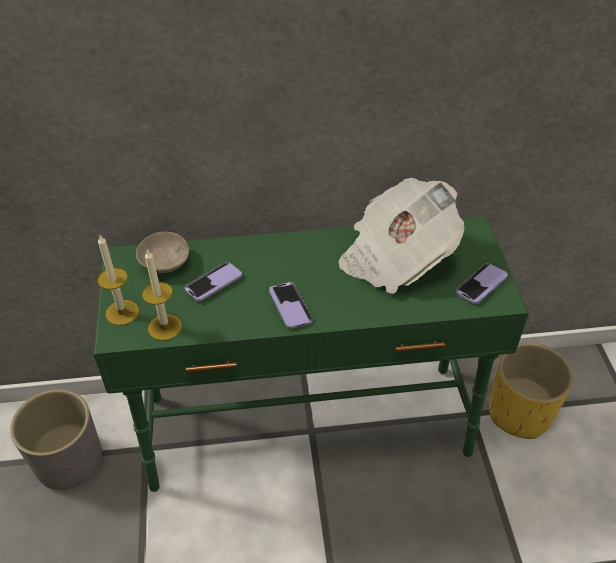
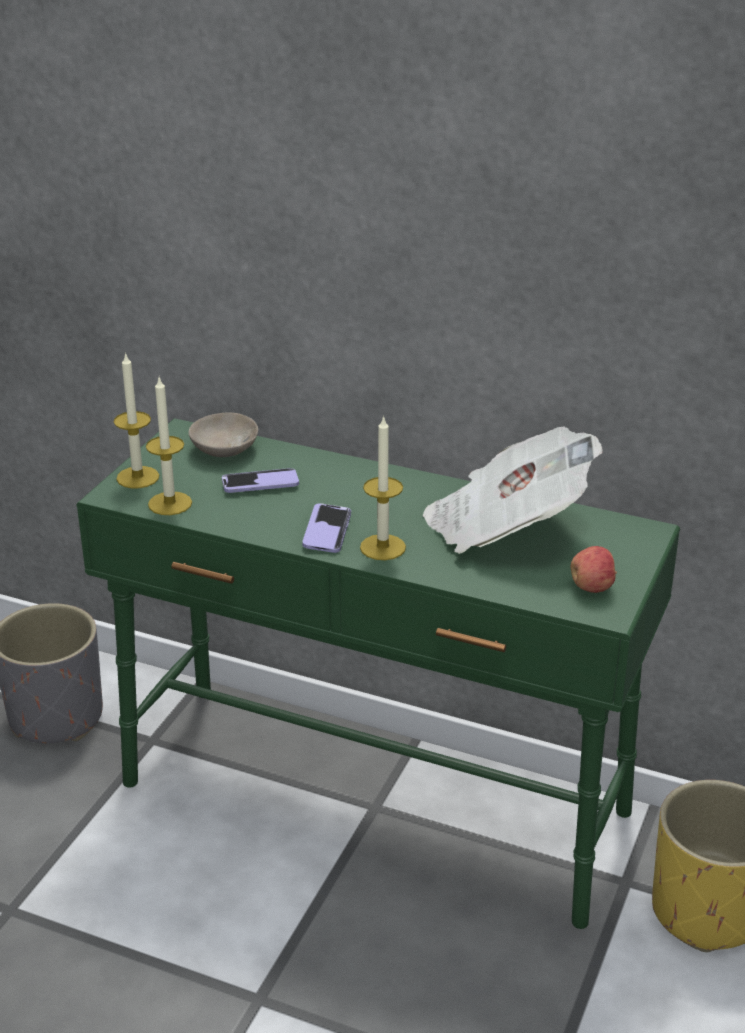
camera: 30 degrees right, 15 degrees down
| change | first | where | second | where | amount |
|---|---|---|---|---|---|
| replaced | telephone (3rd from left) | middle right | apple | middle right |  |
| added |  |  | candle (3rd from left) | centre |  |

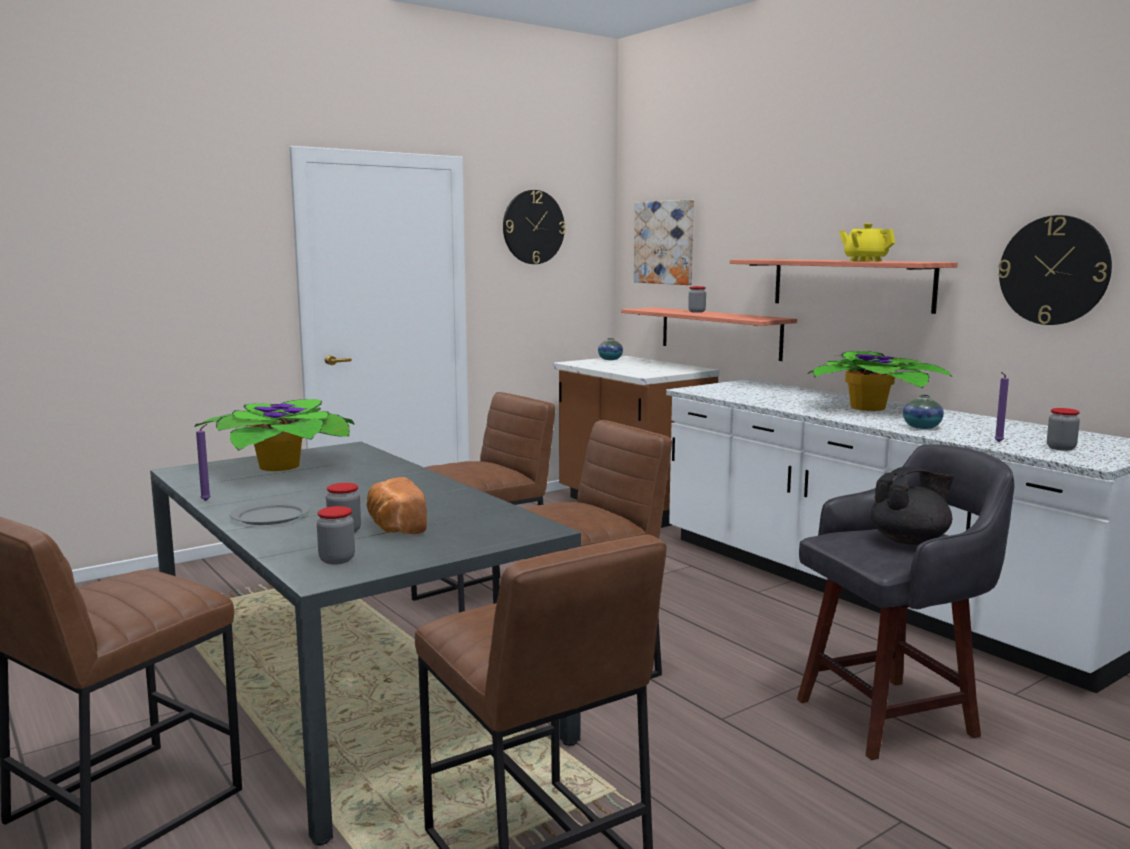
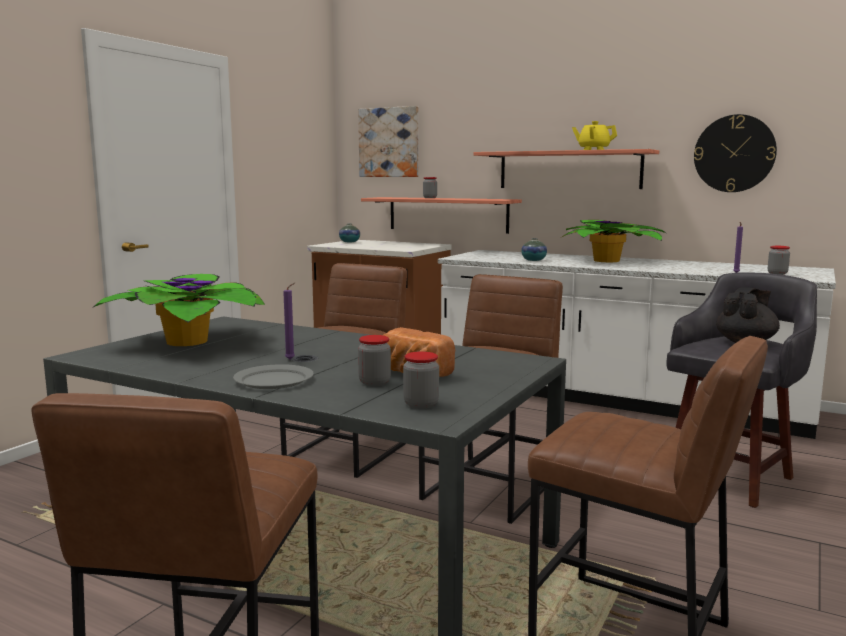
camera: 25 degrees left, 0 degrees up
| change | first | where | second | where | amount |
|---|---|---|---|---|---|
| removed | wall clock (1st from left) | top centre |  |  |  |
| moved | flower vase (2nd from left) | middle right |  | centre |  |
| moved | candle (purple) (1st from left) | middle left |  | centre |  |

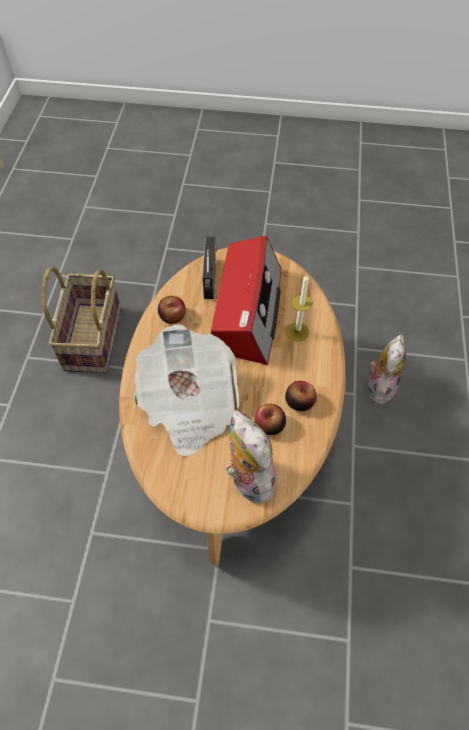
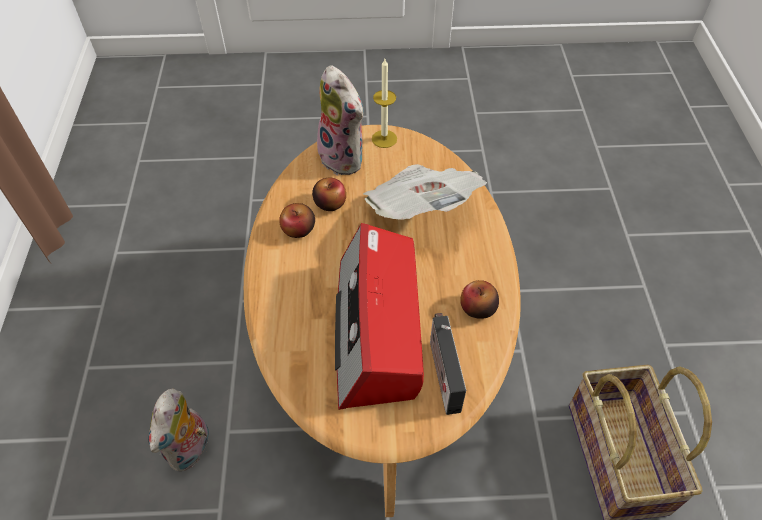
camera: 170 degrees right, 5 degrees down
| change | first | where | second | where | amount |
|---|---|---|---|---|---|
| moved | candle | centre |  | top centre |  |

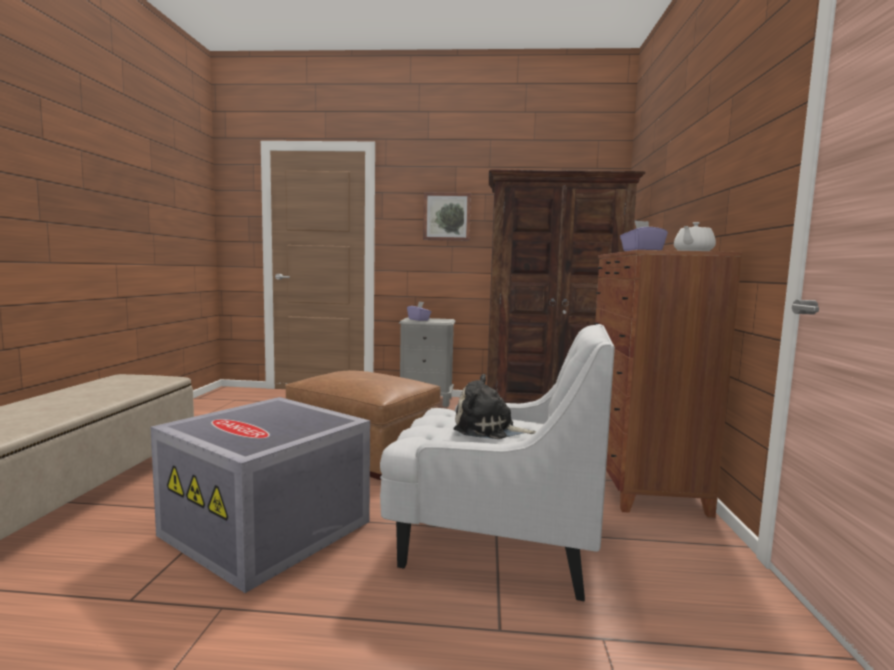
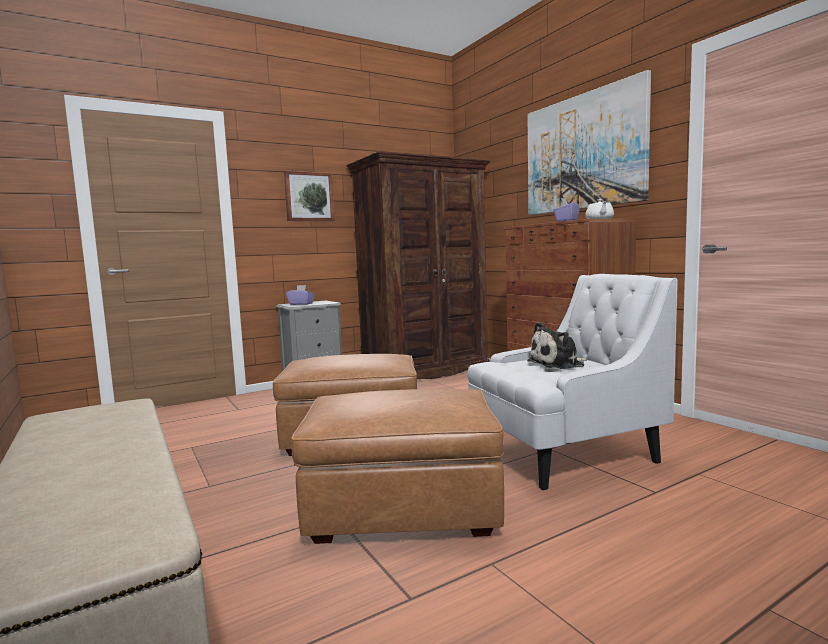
camera: 35 degrees left, 0 degrees up
| change | first | where | second | where | amount |
|---|---|---|---|---|---|
| replaced | storage bin (grey) | bottom left | pouffe (brown) (2nd from left) | bottom centre |  |
| added |  |  | wall picture (2nd from left) | top right |  |

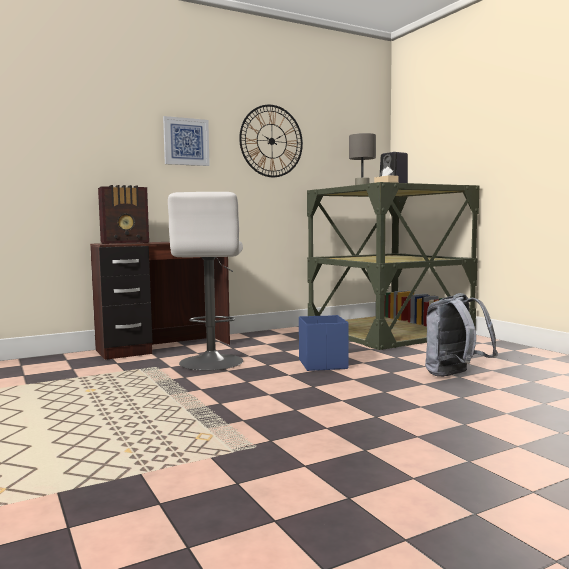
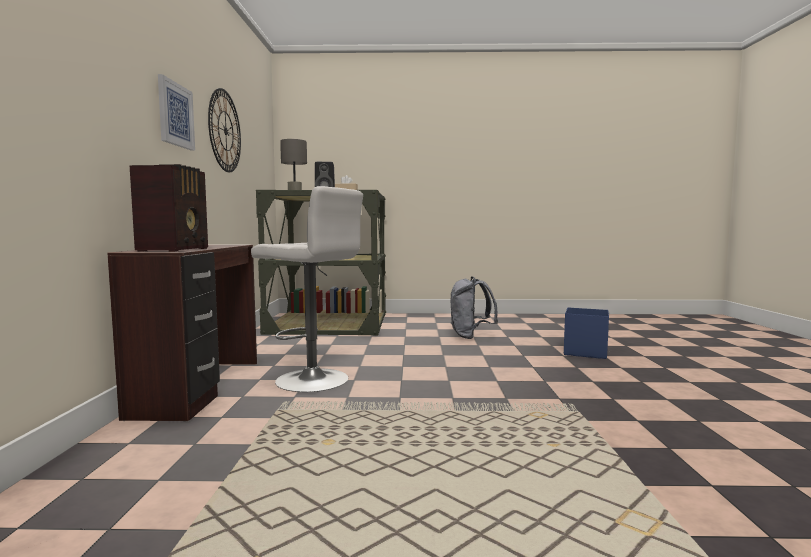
camera: 60 degrees left, 0 degrees up
| change | first | where | second | where | amount |
|---|---|---|---|---|---|
| moved | storage bin (bluish) | centre |  | middle right |  |

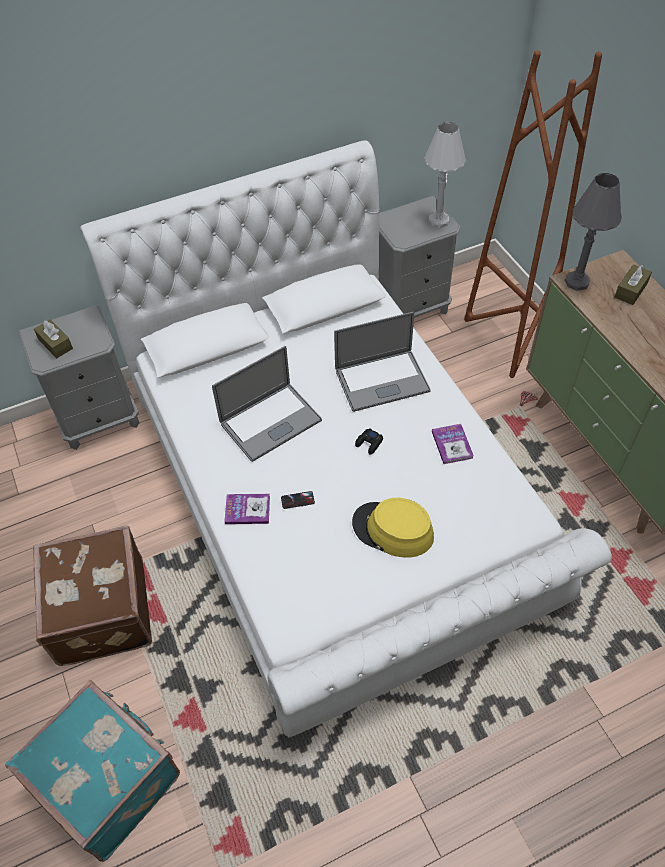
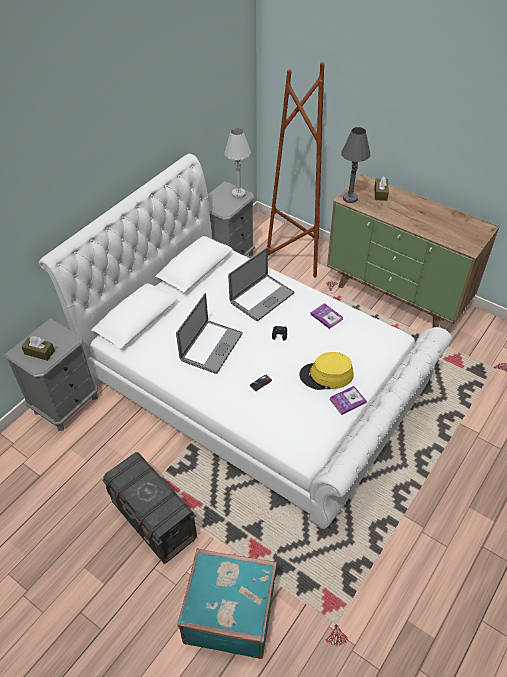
camera: 30 degrees left, 5 degrees down
| change | first | where | second | where | amount |
|---|---|---|---|---|---|
| moved | bound book (1st from left in the first image) | centre | bound book (2nd from left) | middle right |  |
| replaced | piece of luggage (brown) | bottom left | storage bin (grey) | bottom left |  |

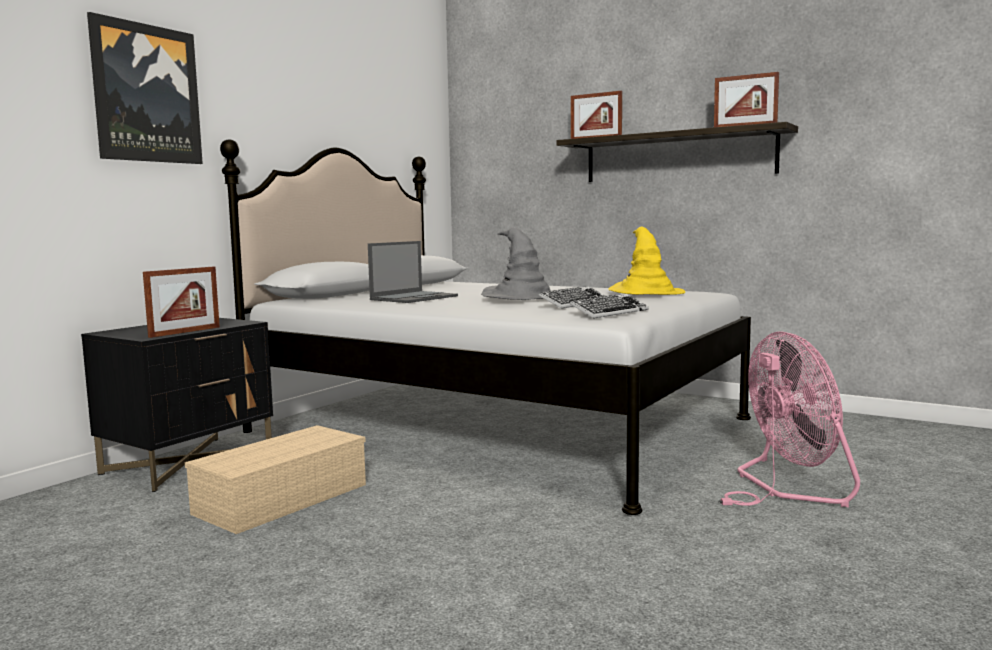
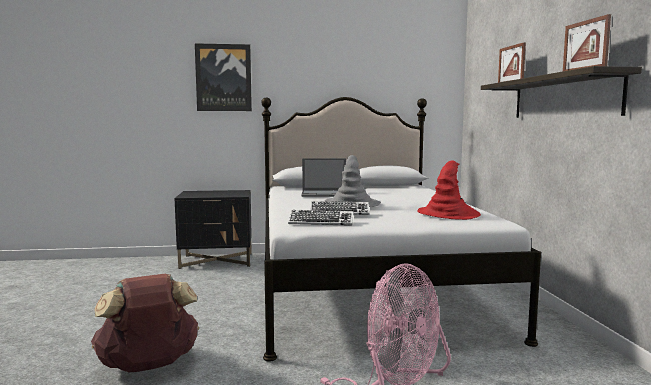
camera: 50 degrees right, 0 degrees up
| change | first | where | second | where | amount |
|---|---|---|---|---|---|
| recoloured | wearable hat (yellow) | centre | wearable hat (red-coloured) | middle right |  |
| removed | picture frame (1st from left) | middle left |  |  |  |
| removed | storage bin (beige) | bottom left |  |  |  |
| added |  |  | backpack (brown) | bottom left |  |

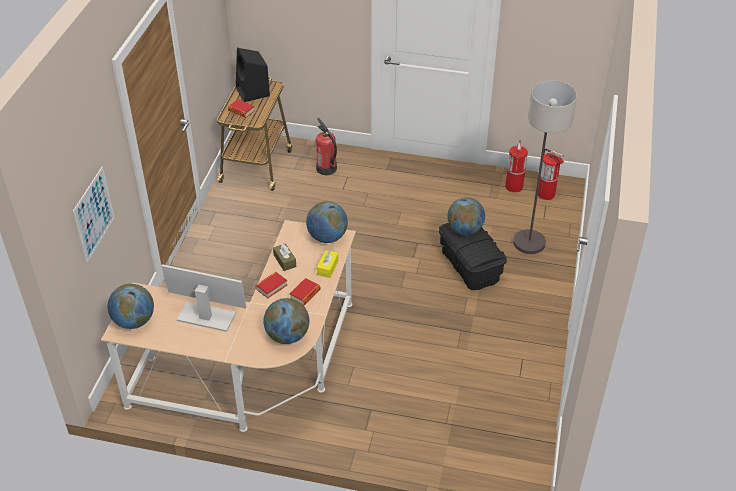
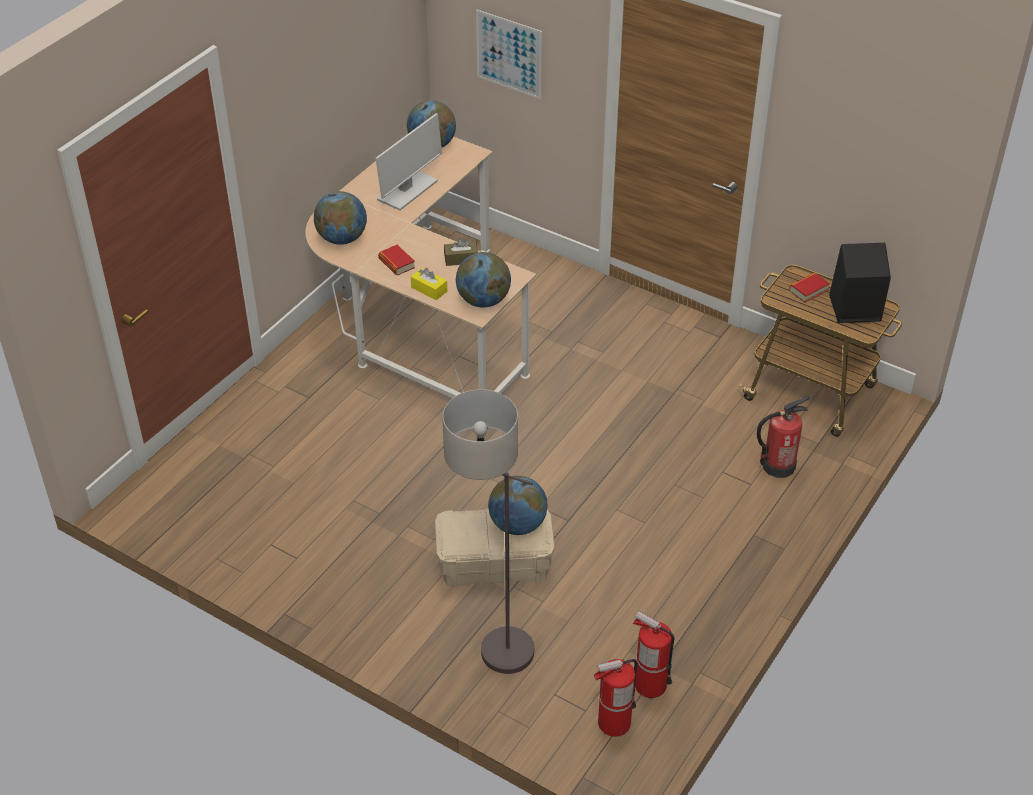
camera: 110 degrees right, 0 degrees up
| change | first | where | second | where | amount |
|---|---|---|---|---|---|
| recoloured | storage bin (black-coloured) | centre | storage bin (beige) | bottom centre |  |
| removed | bound book (2nd from left) | centre |  |  |  |

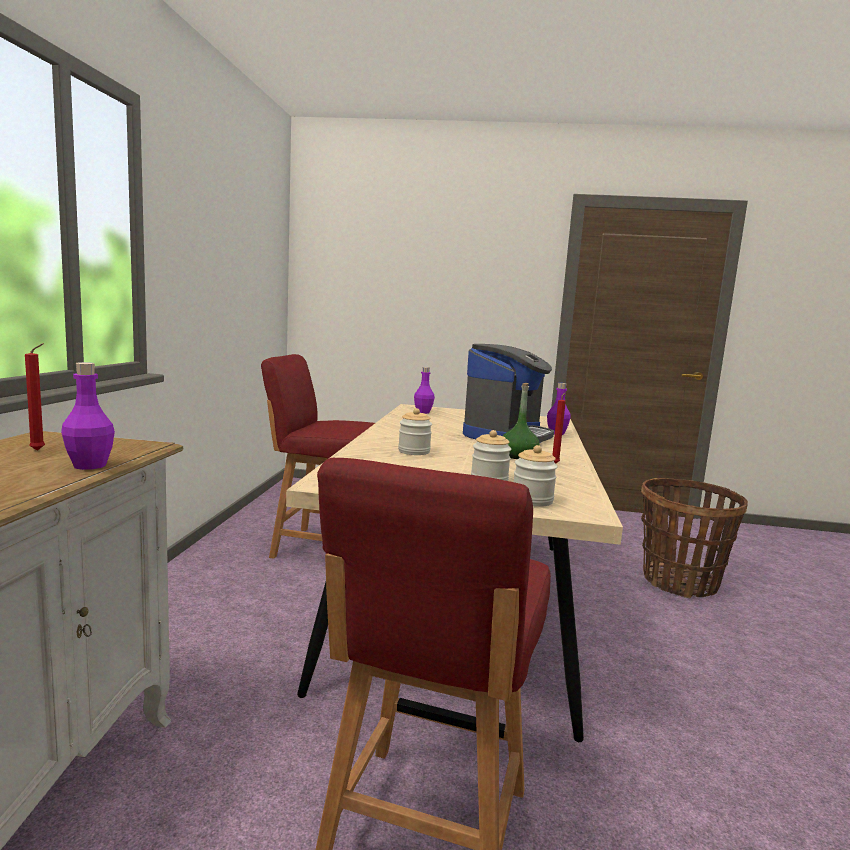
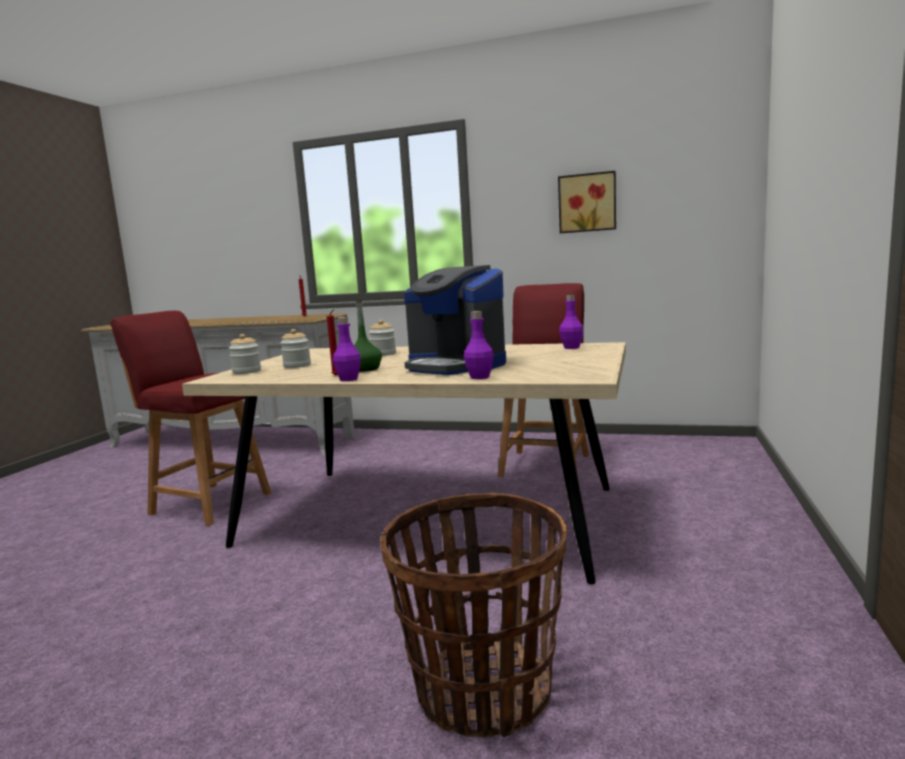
camera: 100 degrees right, 0 degrees up
| change | first | where | second | where | amount |
|---|---|---|---|---|---|
| moved | beverage bottle (purple) (1st from left) | middle left |  | centre |  |
| added |  |  | wall picture | top centre |  |

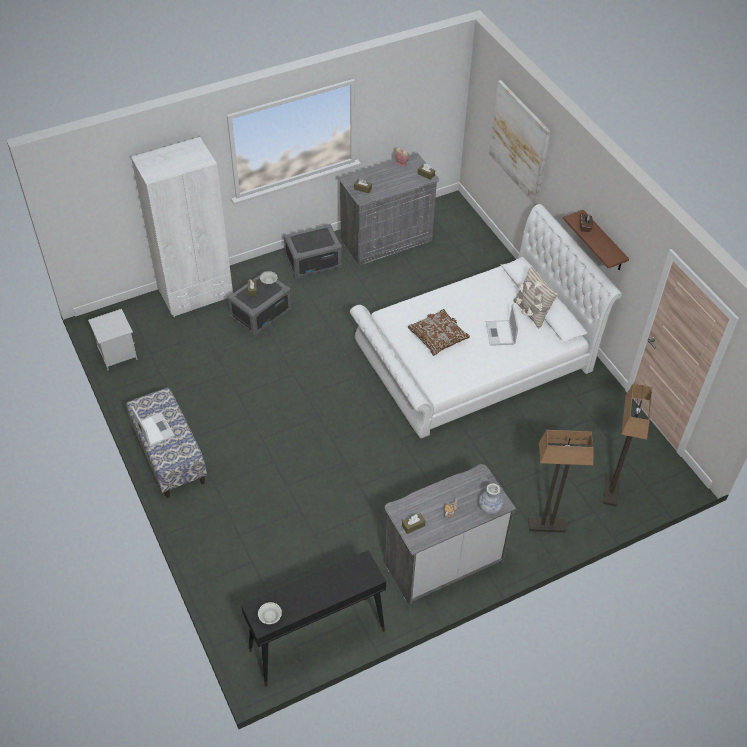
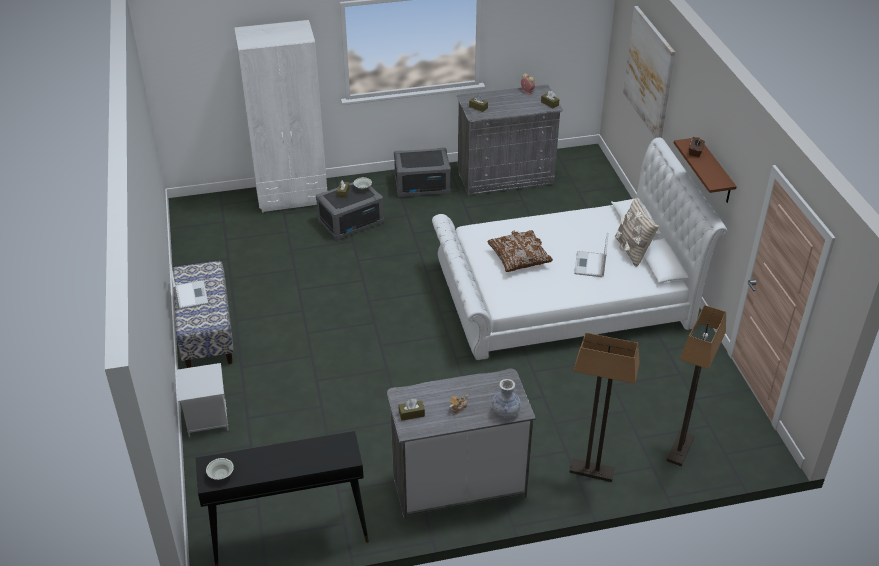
camera: 15 degrees right, 10 degrees down
| change | first | where | second | where | amount |
|---|---|---|---|---|---|
| moved | nightstand (grey) | middle left |  | bottom left |  |

